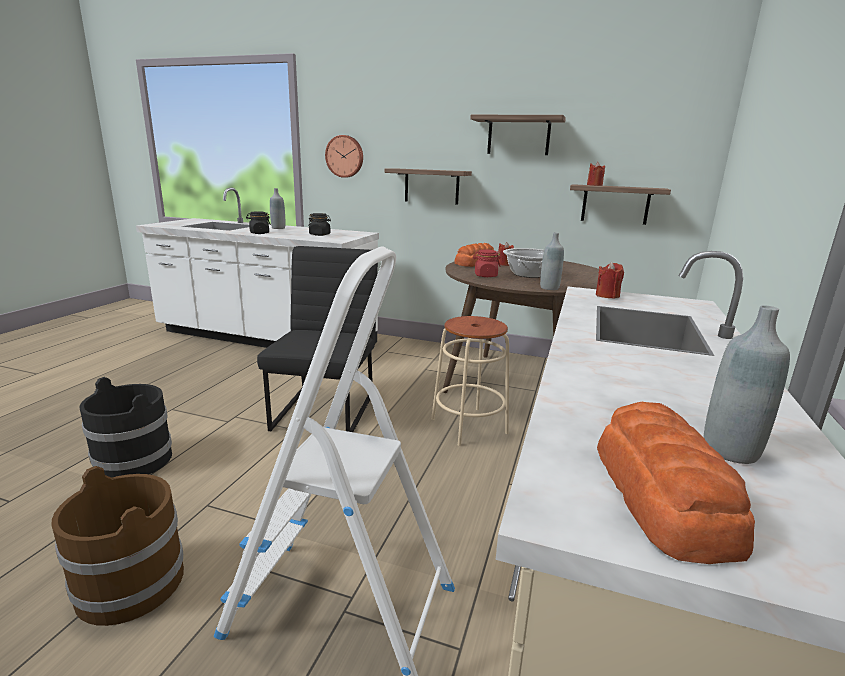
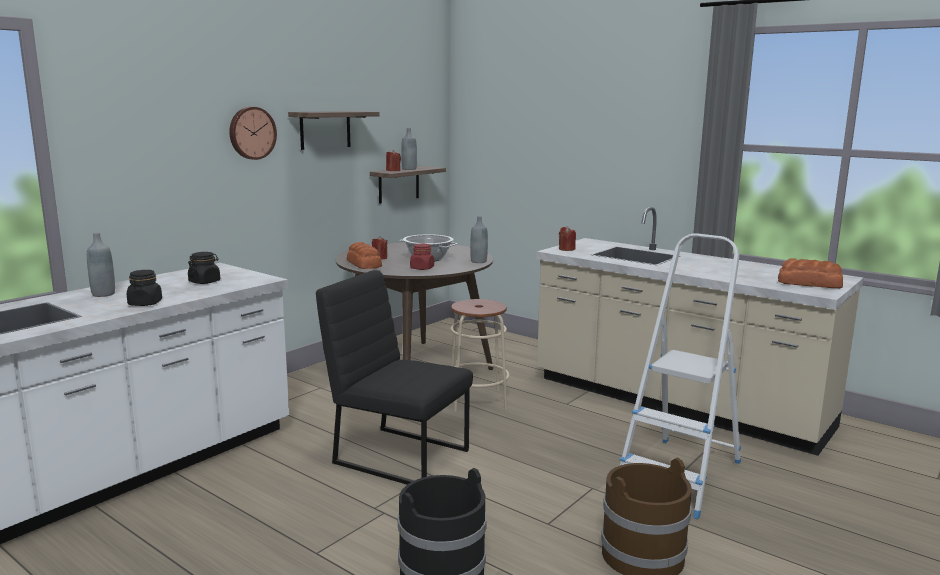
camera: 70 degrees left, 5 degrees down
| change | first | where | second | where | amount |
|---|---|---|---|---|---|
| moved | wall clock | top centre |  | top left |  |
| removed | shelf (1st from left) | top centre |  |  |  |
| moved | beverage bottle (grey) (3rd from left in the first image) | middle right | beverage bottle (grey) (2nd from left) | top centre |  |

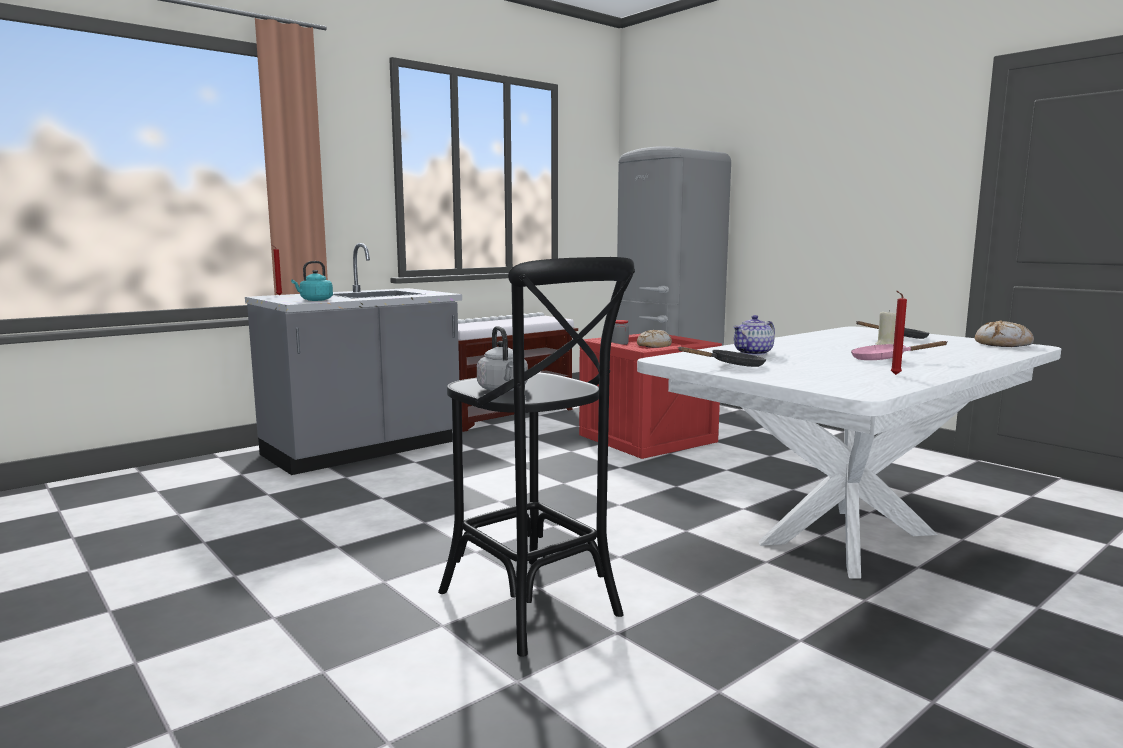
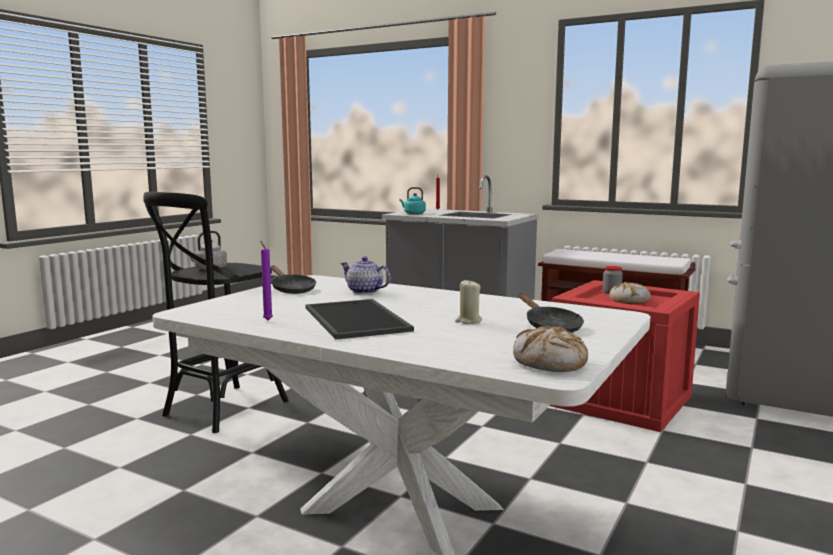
camera: 70 degrees right, 0 degrees up
| change | first | where | second | where | amount |
|---|---|---|---|---|---|
| recoloured | candle (red-coloured) (2nd from left) | middle right | candle (purple) | middle left |  |
| replaced | frying pan (pinkish) | middle right | tray | centre |  |

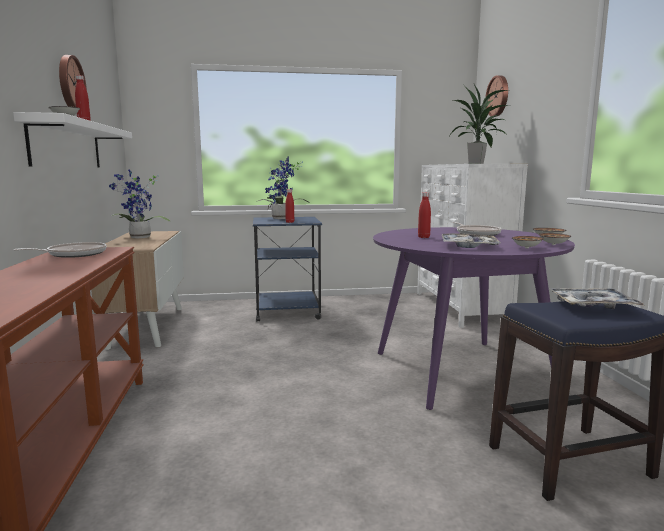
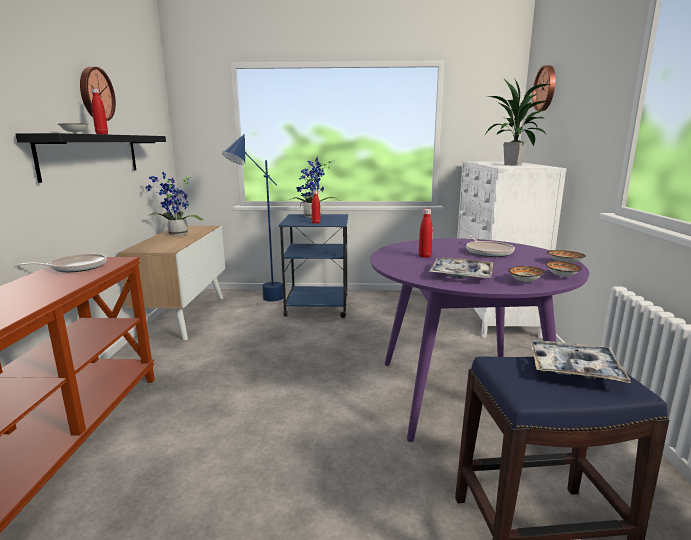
camera: 10 degrees right, 5 degrees up
| change | first | where | second | where | amount |
|---|---|---|---|---|---|
| recoloured | shelf (whitish) | top left | shelf (black-coloured) | top left |  |
| added |  |  | floor lamp (bluish) | centre |  |

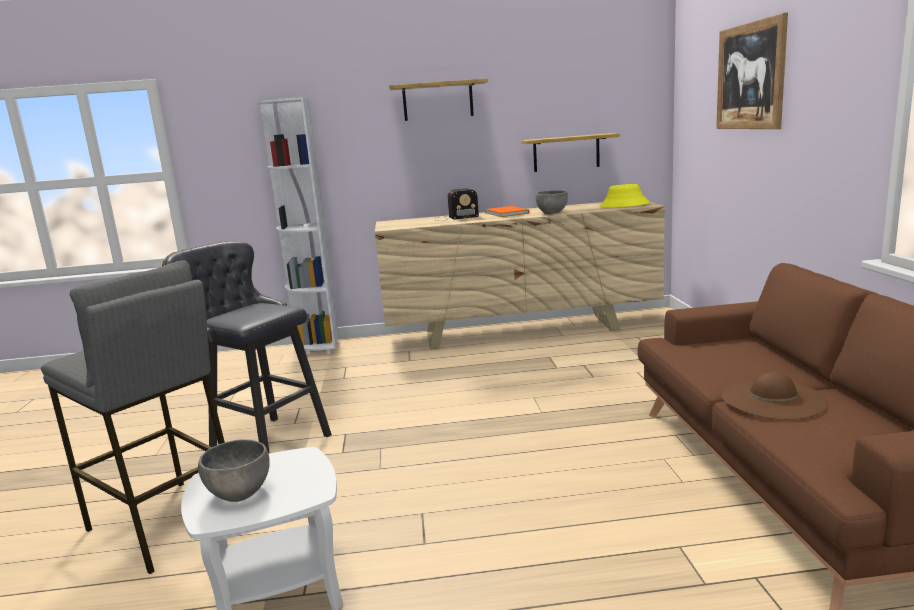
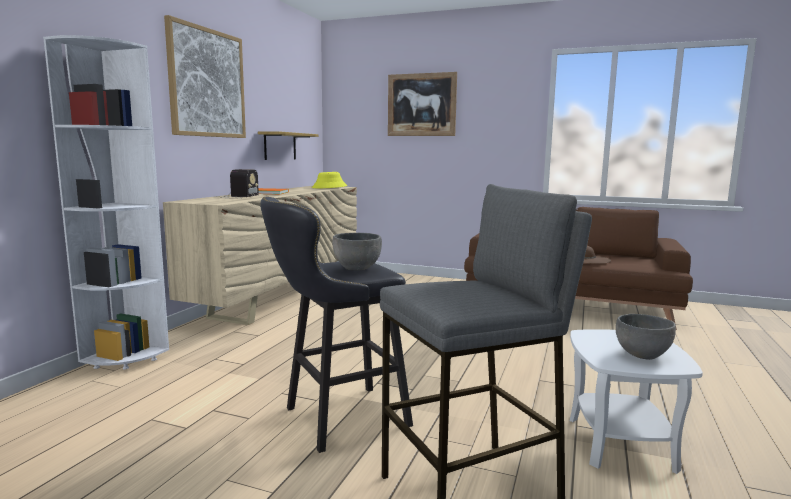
camera: 65 degrees left, 5 degrees down
| change | first | where | second | where | amount |
|---|---|---|---|---|---|
| replaced | shelf (1st from left) | top centre | wall picture (1st from left) | top left |  |
| moved | serving bowl (grey) (2nd from left in the first image) | top centre | serving bowl (grey) (1st from left) | centre |  |

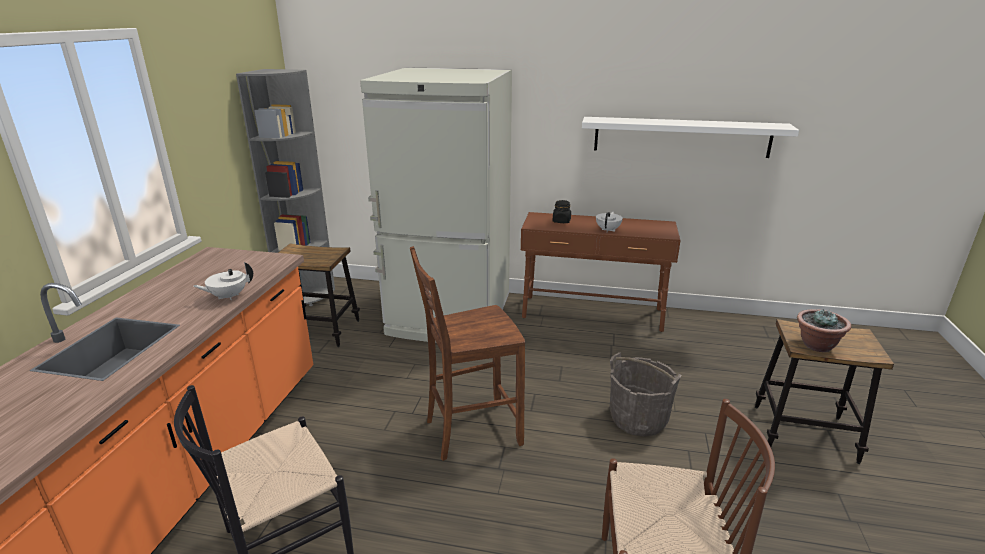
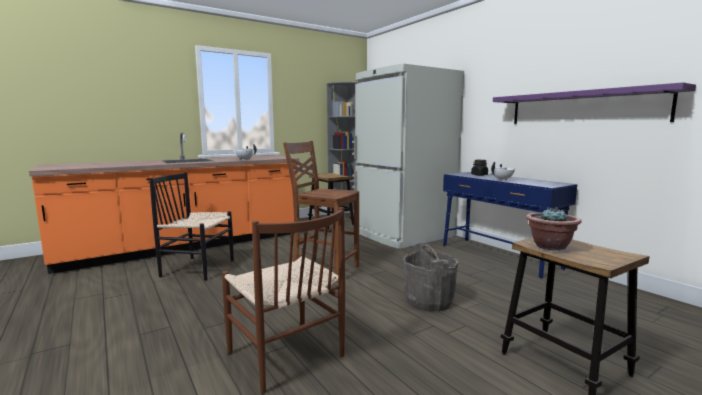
camera: 45 degrees right, 15 degrees down
| change | first | where | second | where | amount |
|---|---|---|---|---|---|
| recoloured | shelf (whitish) | top right | shelf (purple) | top right |  |
| recoloured | narrow table (brown) | centre | narrow table (bluish) | middle right |  |

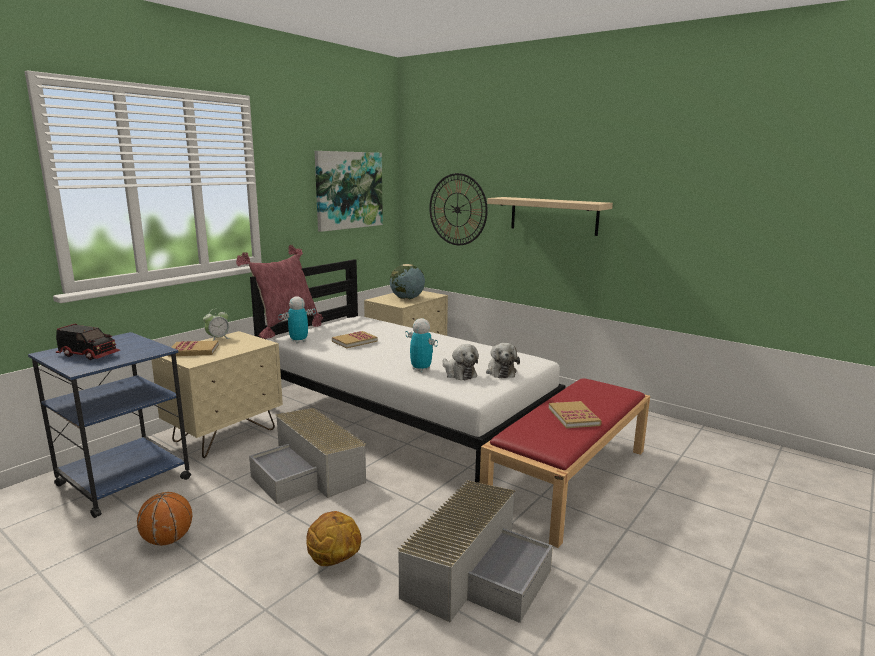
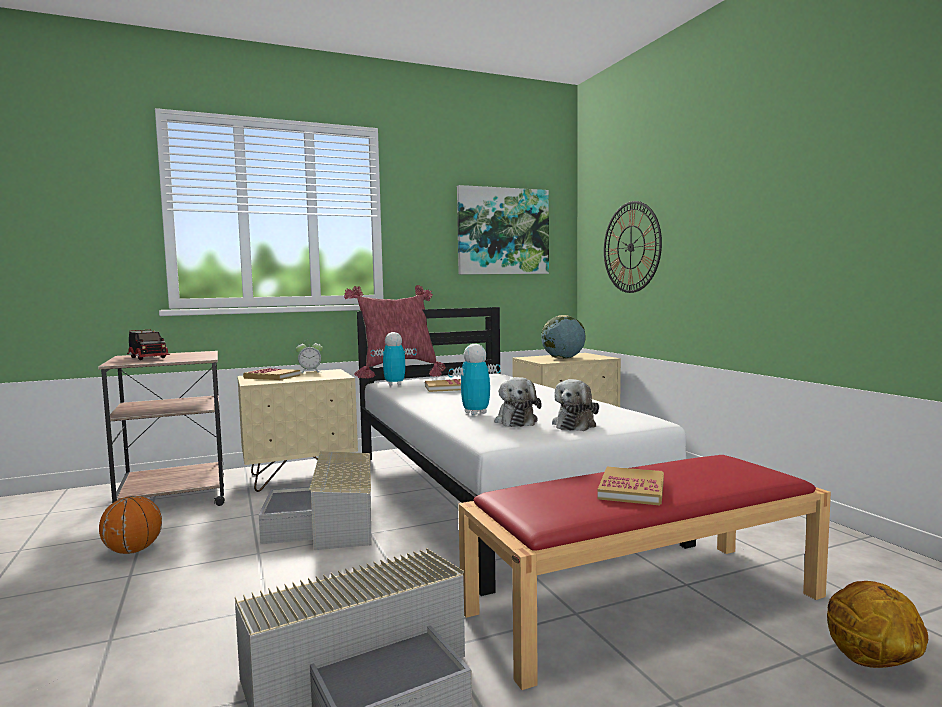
camera: 30 degrees right, 10 degrees down
| change | first | where | second | where | amount |
|---|---|---|---|---|---|
| removed | shelf (beige) | top centre |  |  |  |
| turned | toy robot (2nd from left) | centre |  | centre | 105 degrees counterclockwise |
| recoloured | wheeled cart (bluish) | middle left | wheeled cart (brown) | middle left |  |
| moved | basketball (2nd from left) | bottom centre |  | bottom right |  |

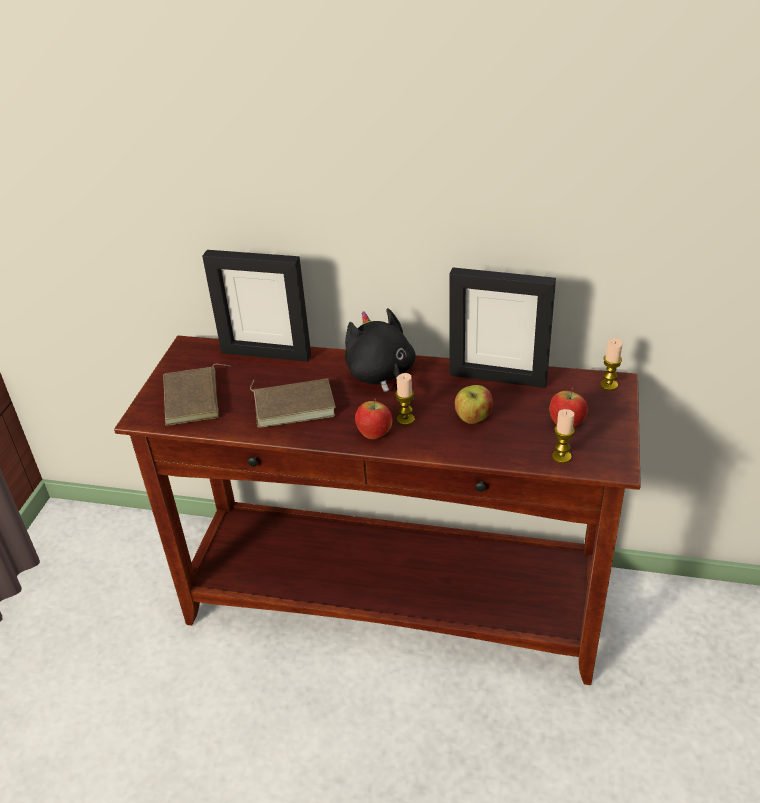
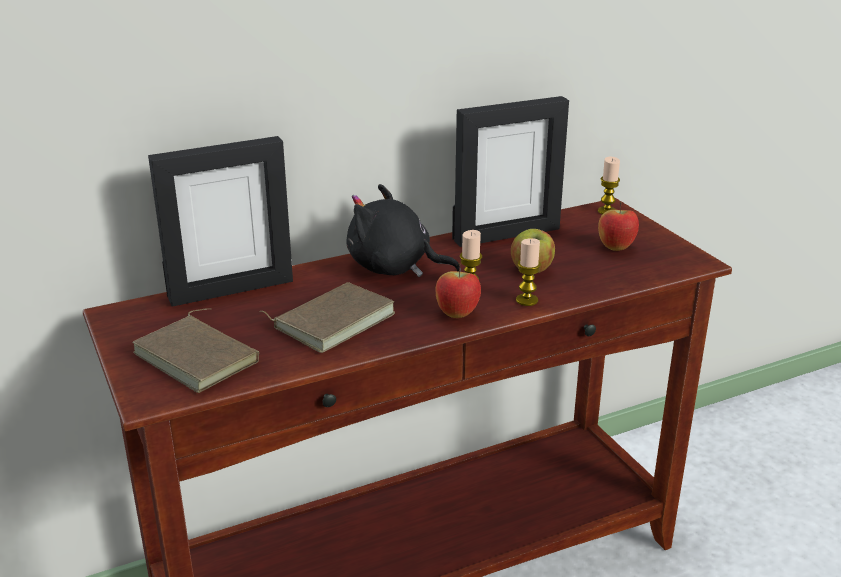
camera: 40 degrees left, 10 degrees down
| change | first | where | second | where | amount |
|---|---|---|---|---|---|
| moved | candle (2nd from left) | middle right |  | centre |  |

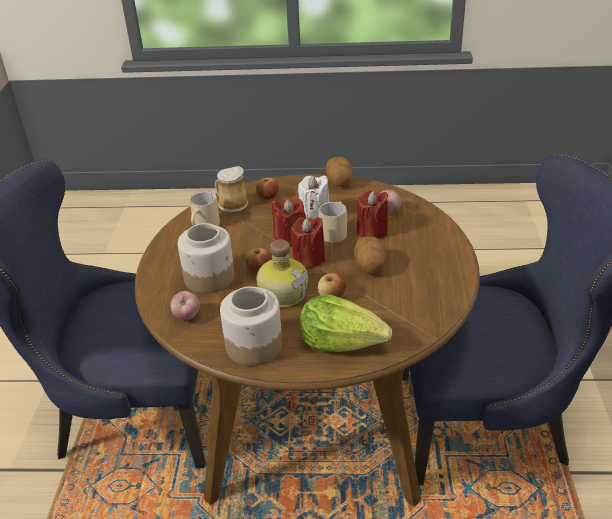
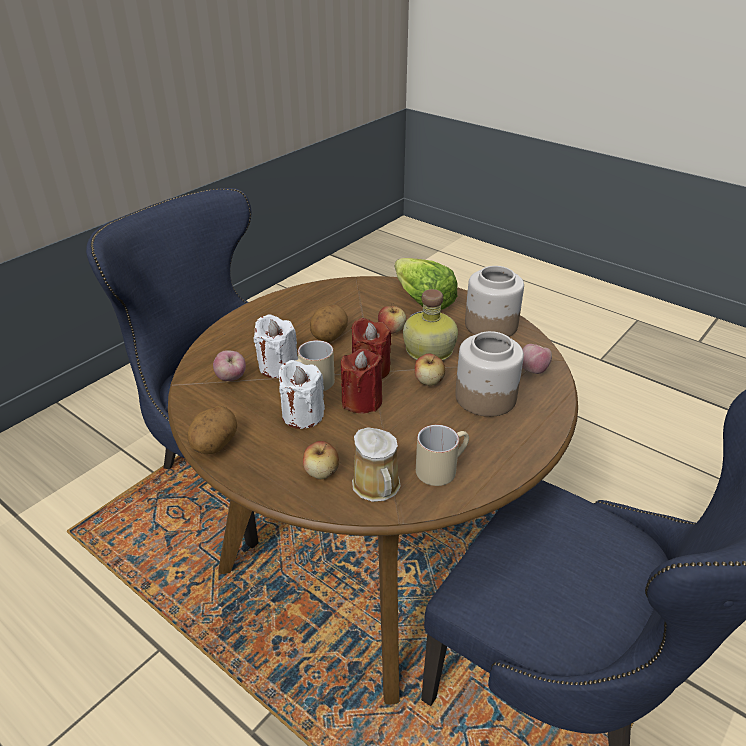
camera: 145 degrees left, 0 degrees up
| change | first | where | second | where | amount |
|---|---|---|---|---|---|
| recoloured | candle (red-coloured) (3rd from left) | centre | candle (whitish) (1st from left) | centre |  |

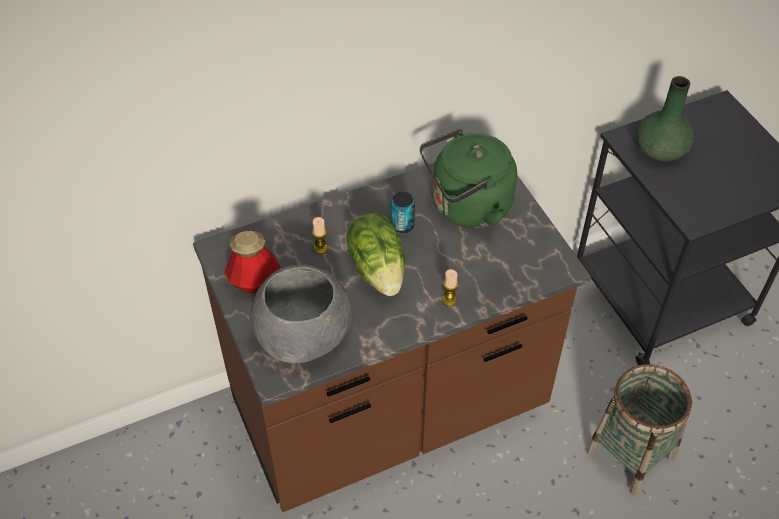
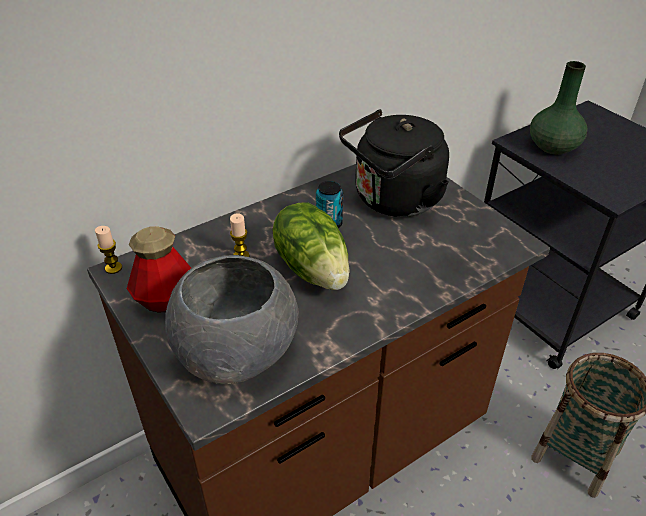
camera: 10 degrees left, 10 degrees down
| change | first | where | second | where | amount |
|---|---|---|---|---|---|
| recoloured | water kettle (greenish) | centre | water kettle (black-coloured) | top centre |  |
| moved | candle (2nd from left in the first image) | centre | candle (1st from left) | middle left |  |

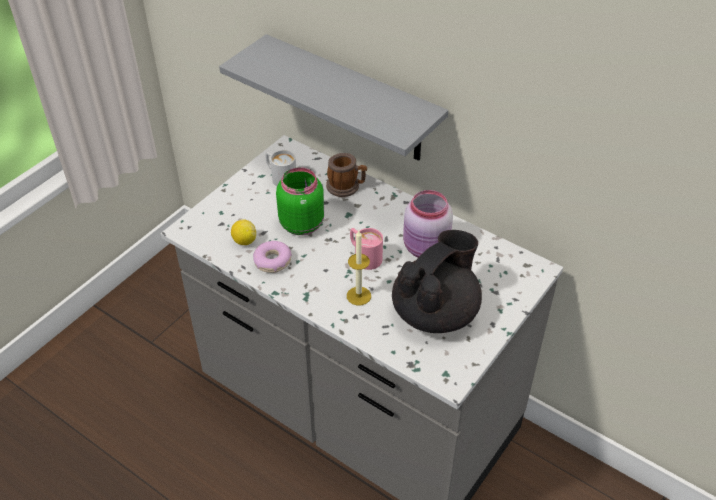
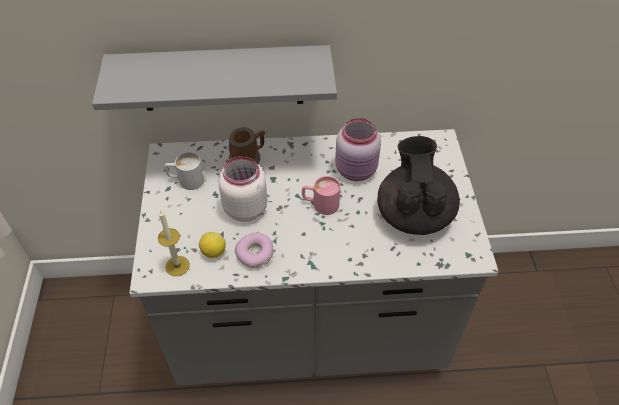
camera: 40 degrees left, 5 degrees up
| change | first | where | second | where | amount |
|---|---|---|---|---|---|
| recoloured | preserve jar (greenish) | centre | preserve jar (whitish) | centre |  |
| moved | candle | centre |  | middle left |  |

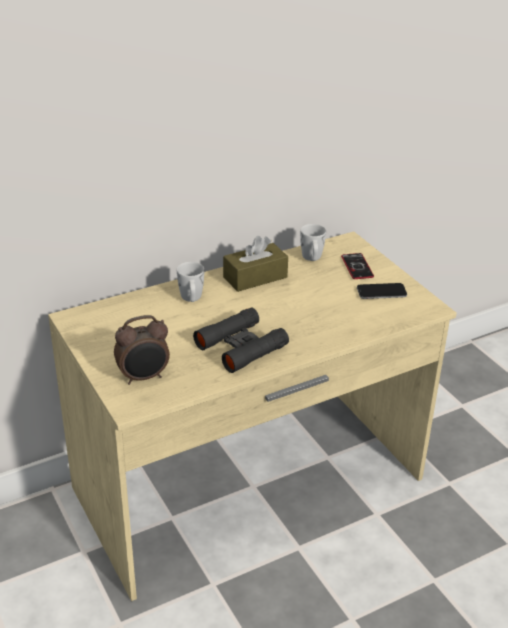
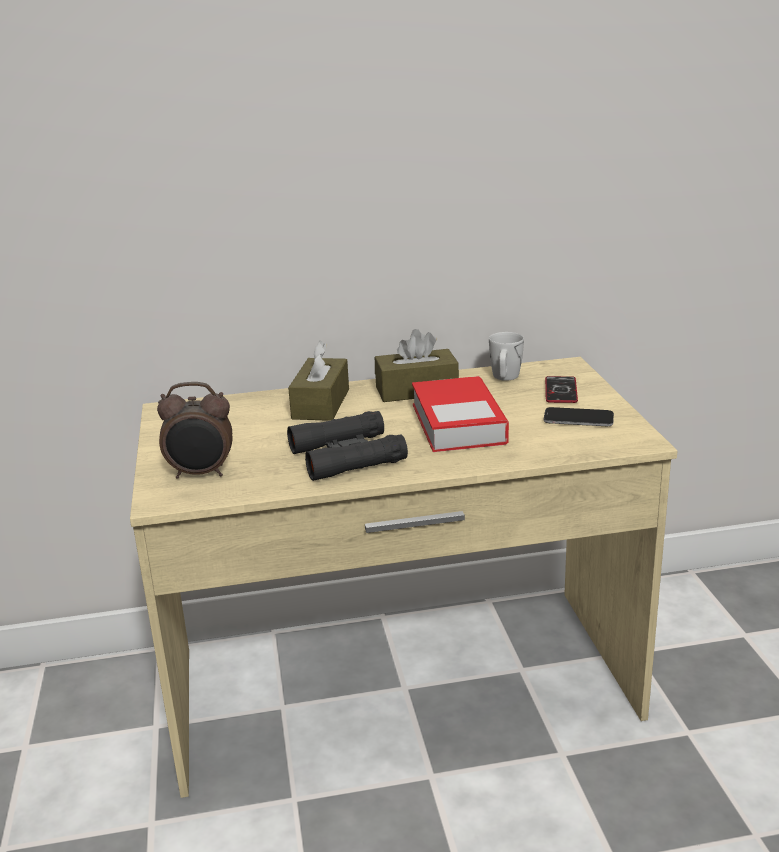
camera: 20 degrees right, 10 degrees down
| change | first | where | second | where | amount |
|---|---|---|---|---|---|
| replaced | mug (whitish) (1st from left) | centre | box of tissues (brown) (1st from left) | centre |  |
| added |  |  | bound book | centre |  |

